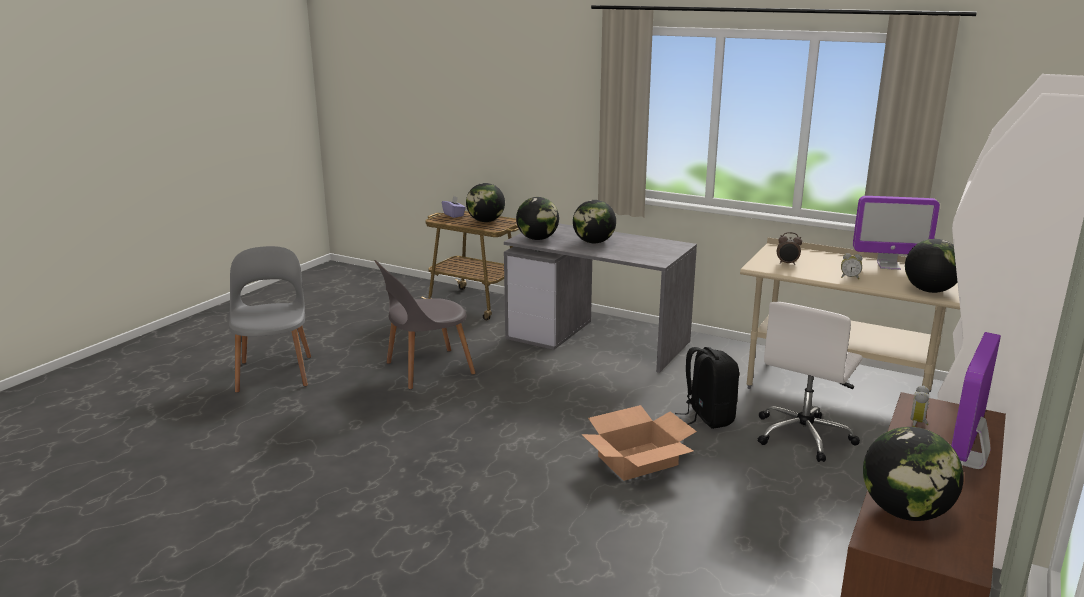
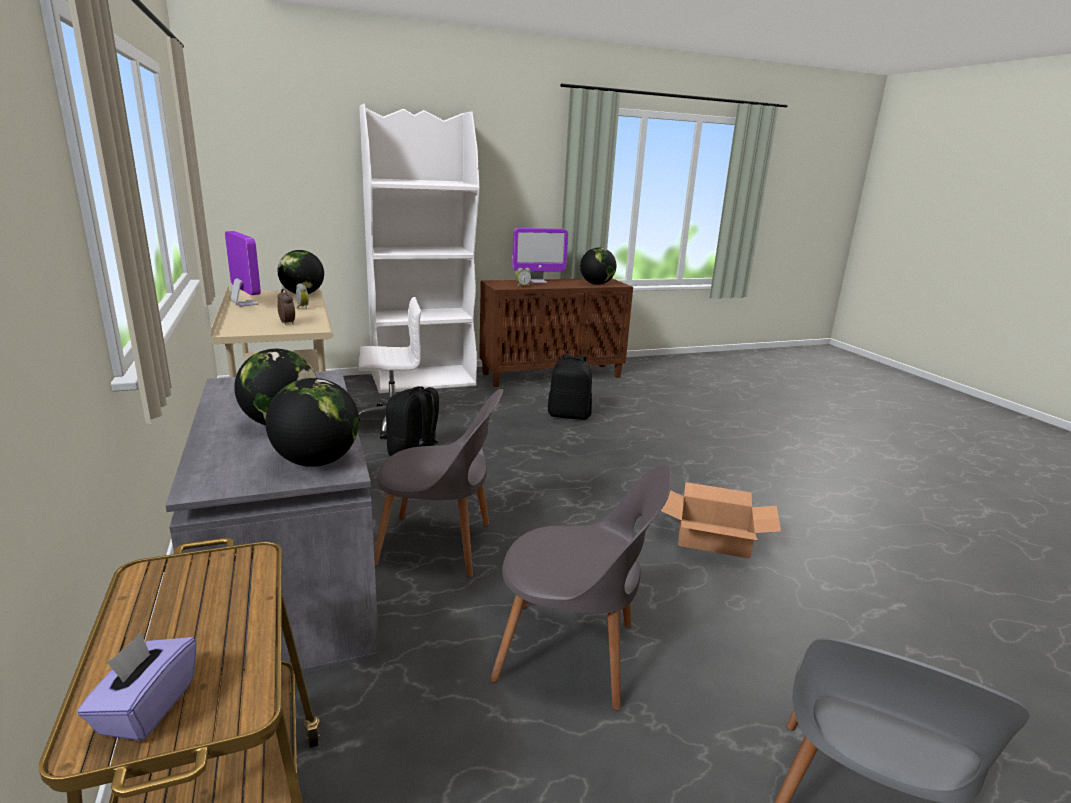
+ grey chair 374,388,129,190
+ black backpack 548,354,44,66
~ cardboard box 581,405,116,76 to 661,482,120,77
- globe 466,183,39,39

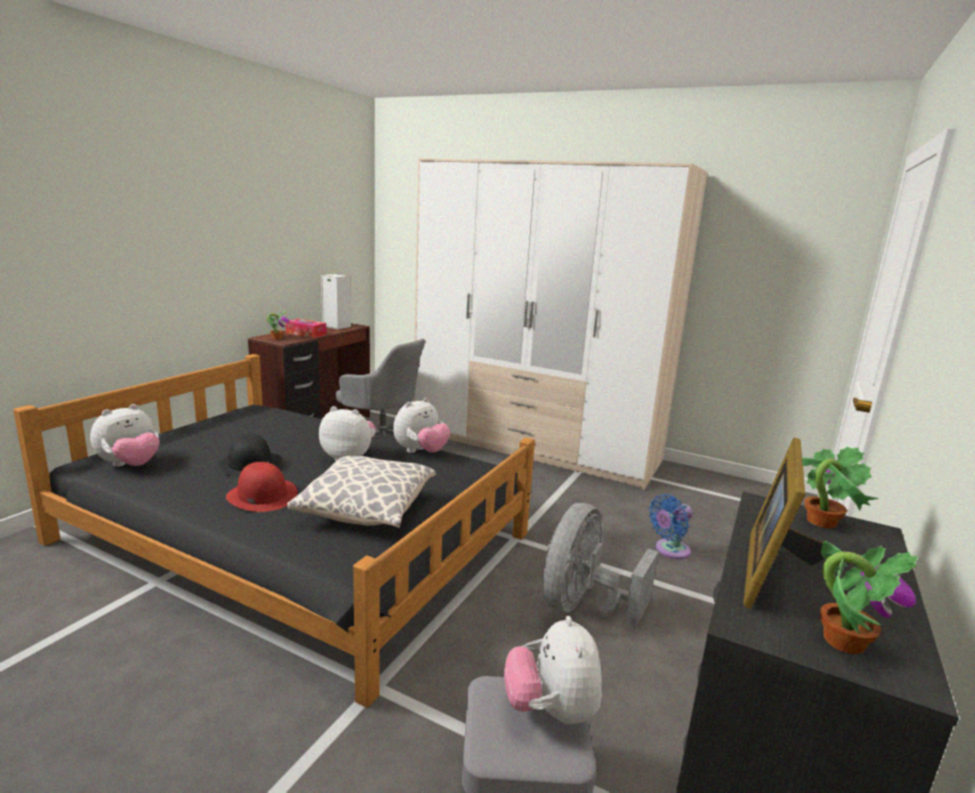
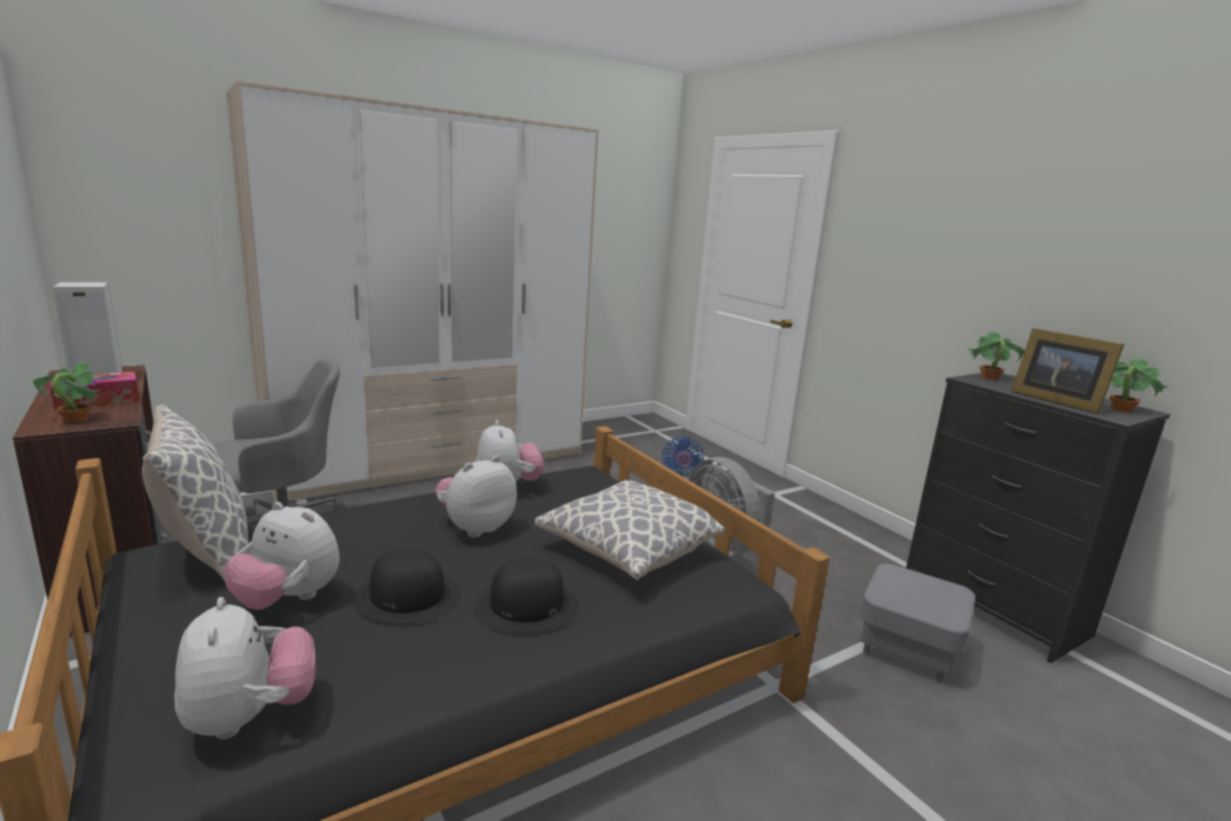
+ pillow 142,405,106,177
~ plush toy 504,616,98,109 to 224,502,116,108
~ red hat 226,462,72,50 to black hat 474,557,105,75

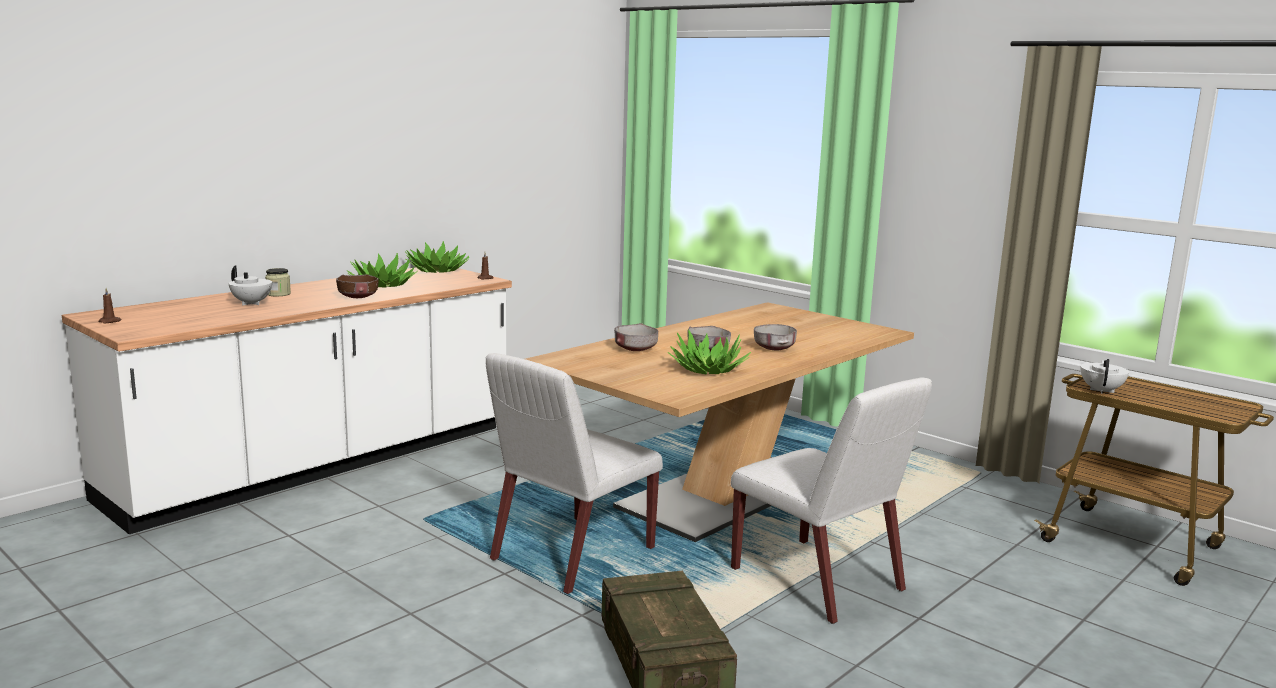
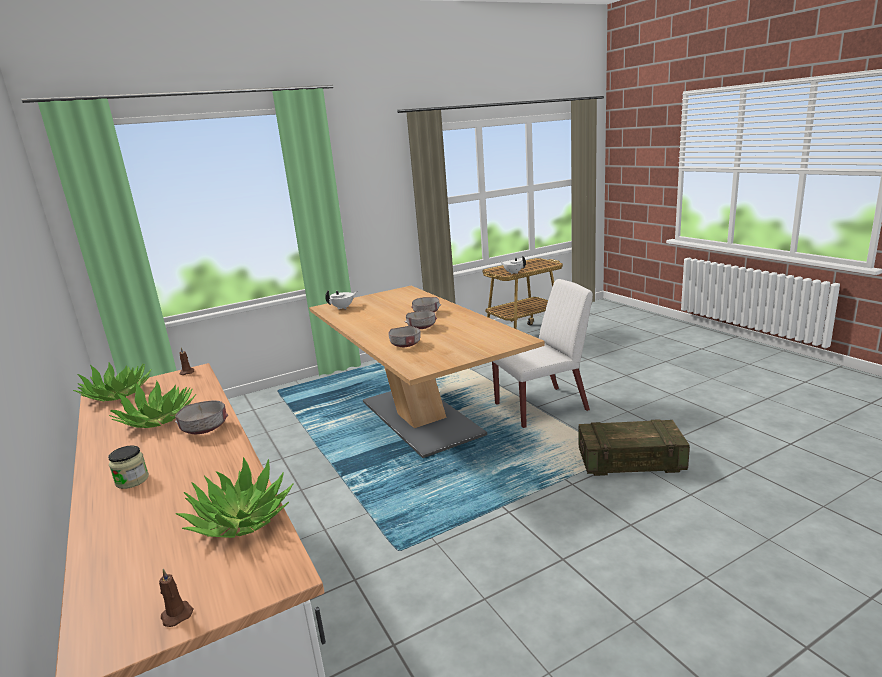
~ brown bowl 336,274,43,24 to grey bowl 175,401,53,33
~ potted plant 668,329,83,46 to 176,457,118,81
~ white teapot 229,266,43,39 to 325,290,33,19
- white chair 485,353,178,241

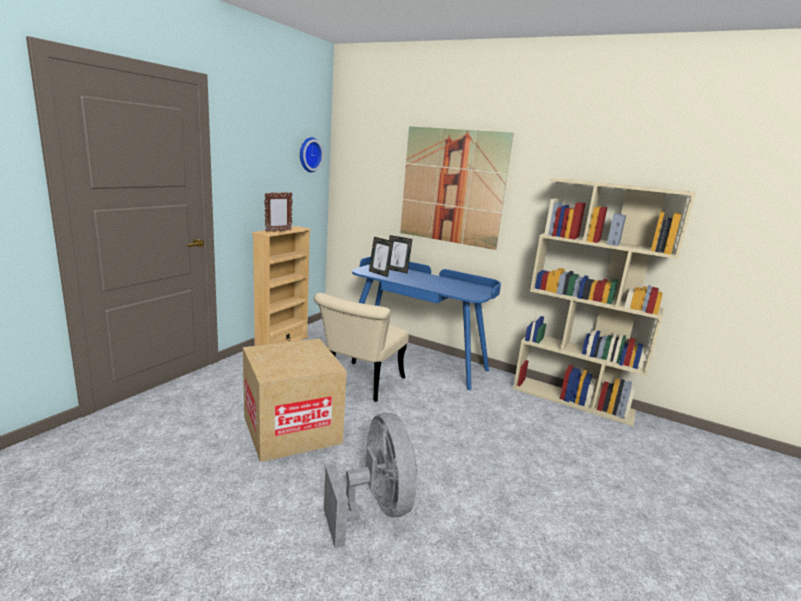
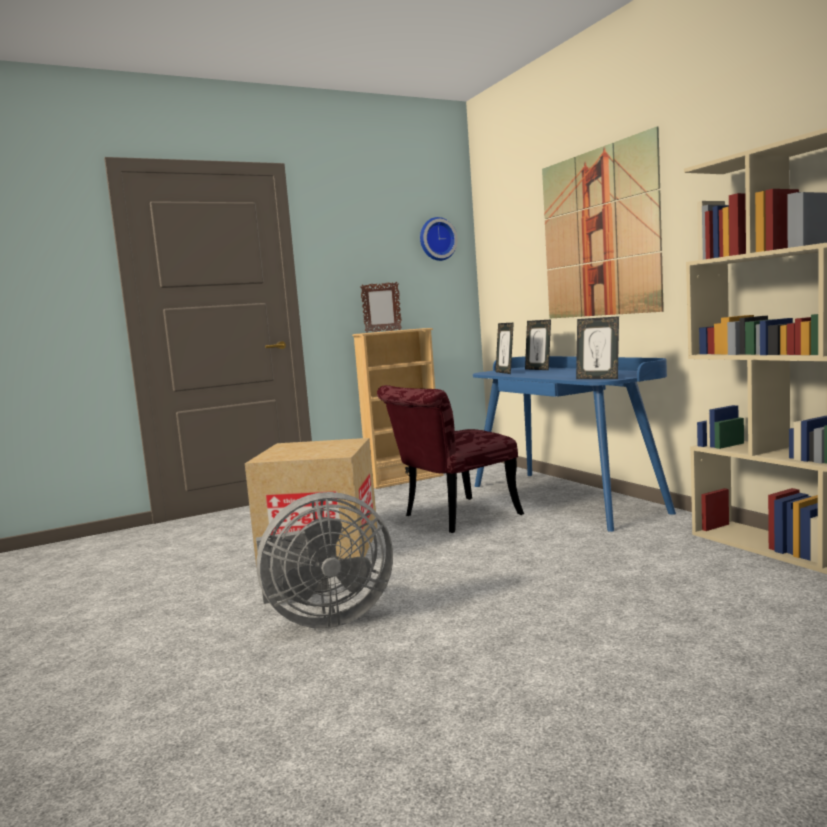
~ grey fan 324,413,93,135 = 256,492,137,137 60 degrees clockwise
~ beige chair 314,293,95,109 to red chair 377,385,147,148
+ picture frame 576,316,43,63

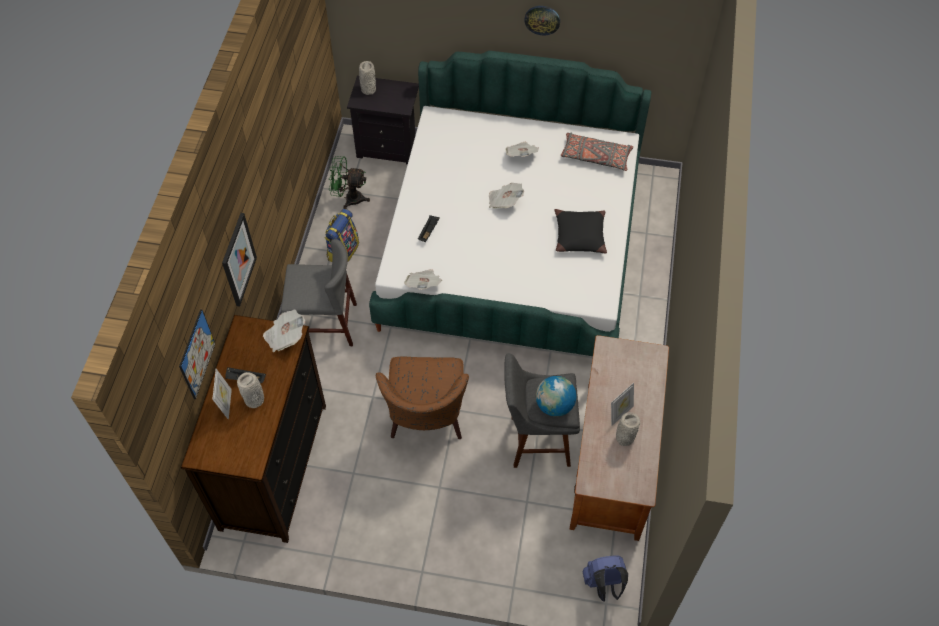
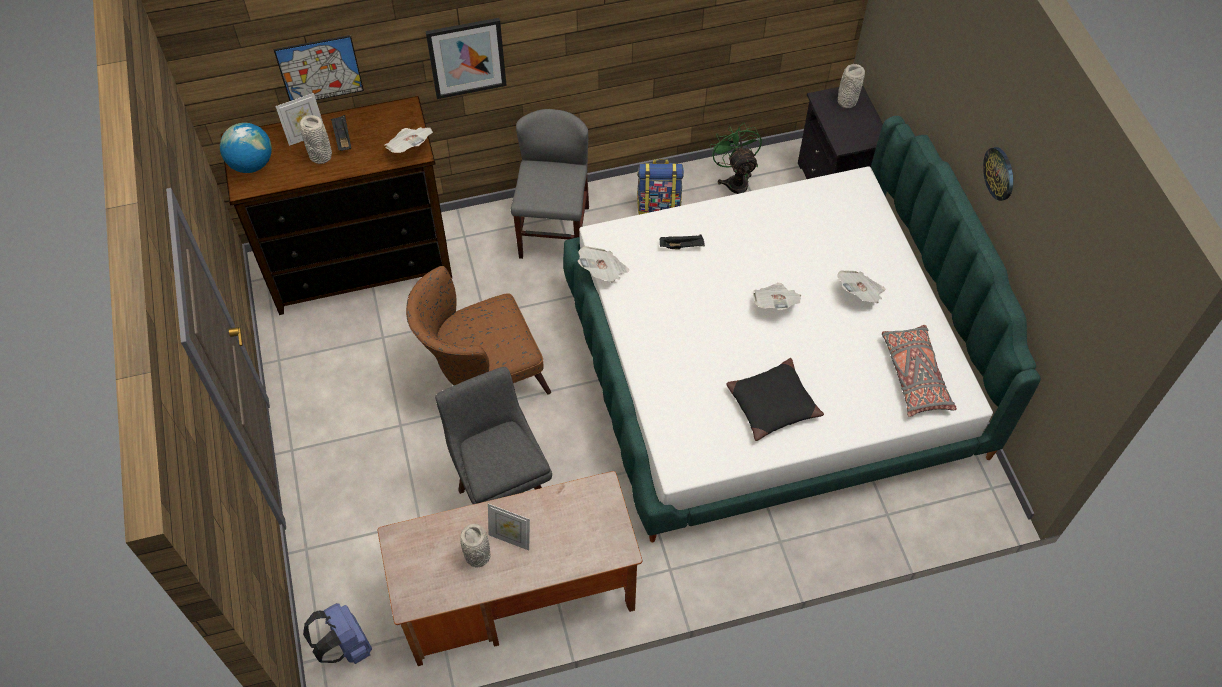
~ globe 536,376,41,41 to 220,123,52,50
~ grey chair 281,239,76,107 = 511,109,78,150 150 degrees counterclockwise

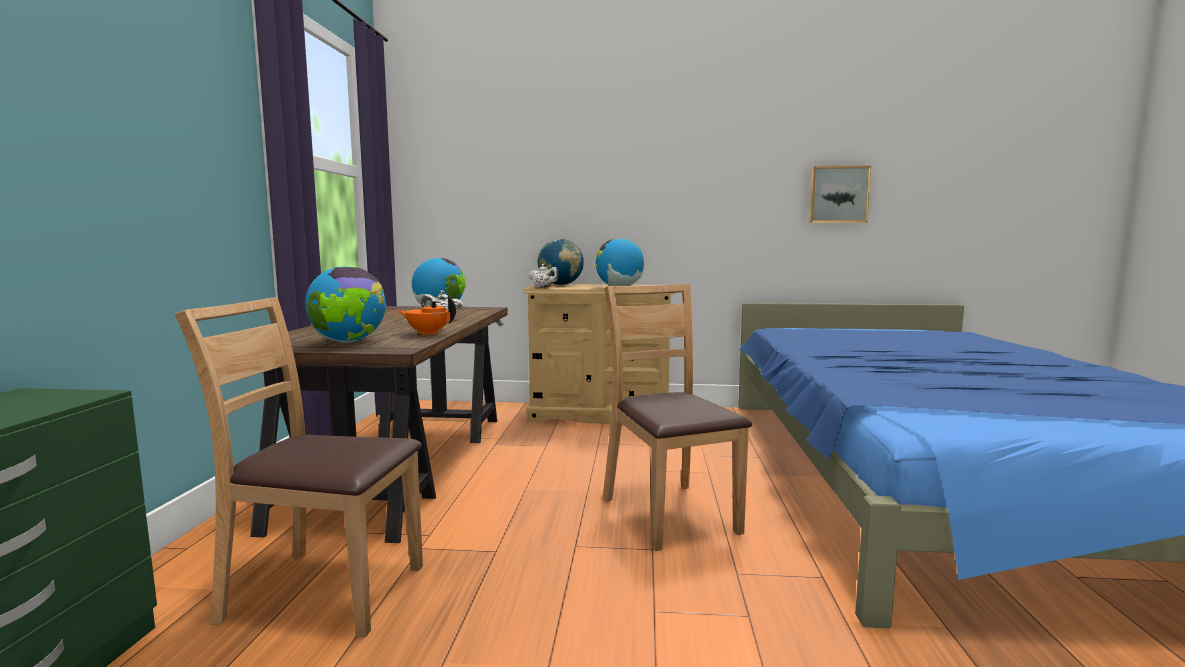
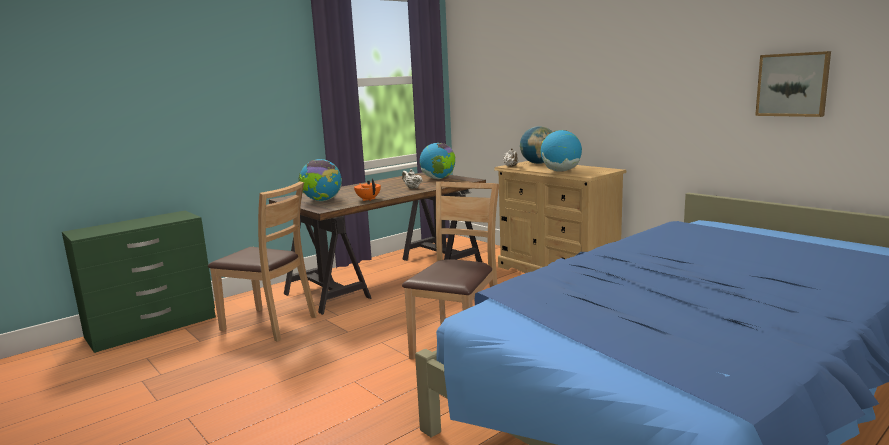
~ brown chair 175,297,248,340 = 208,181,109,161 150 degrees clockwise

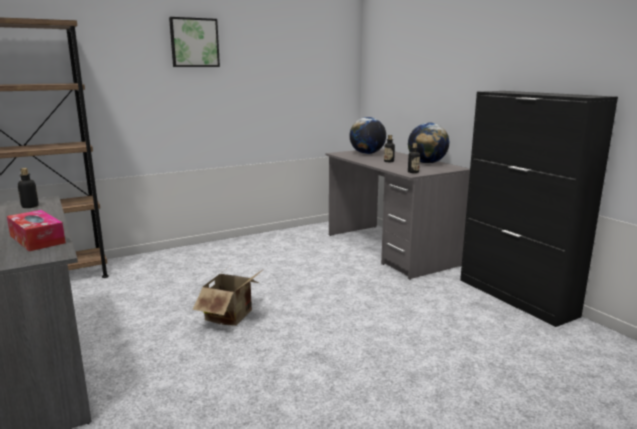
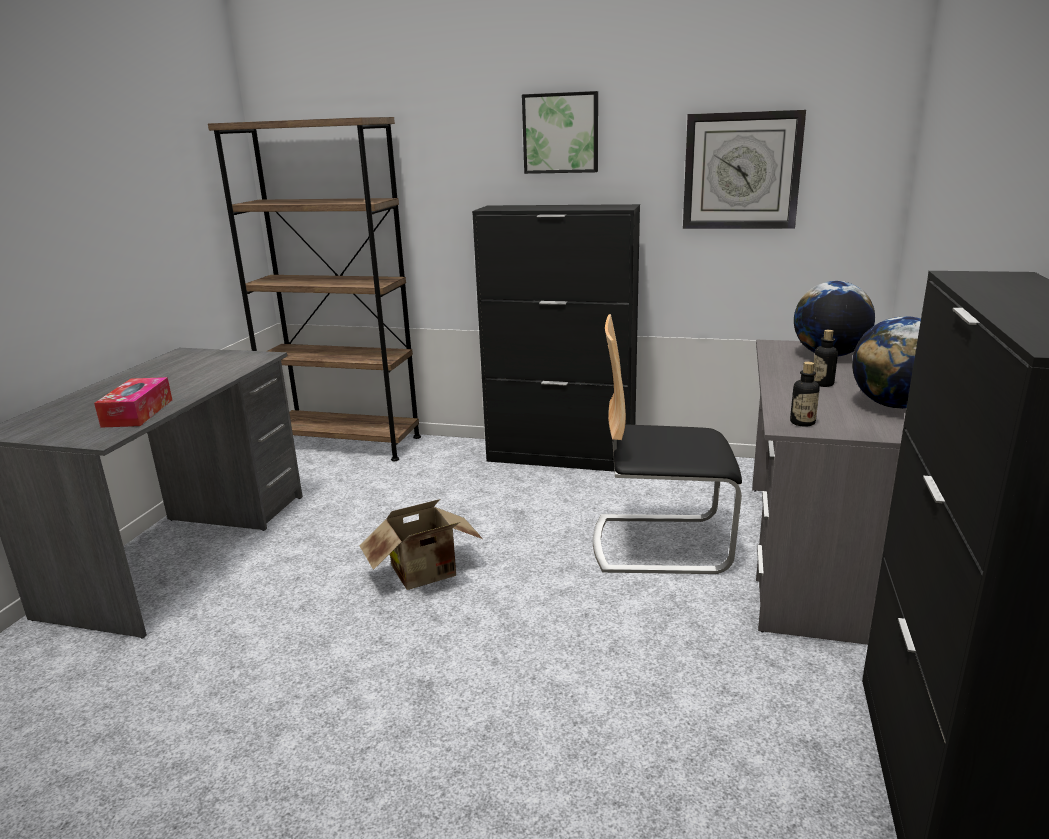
+ black cabinet 472,204,168,268
+ chair 593,314,149,260
+ wall clock 683,110,123,119
- bottle 18,168,21,40

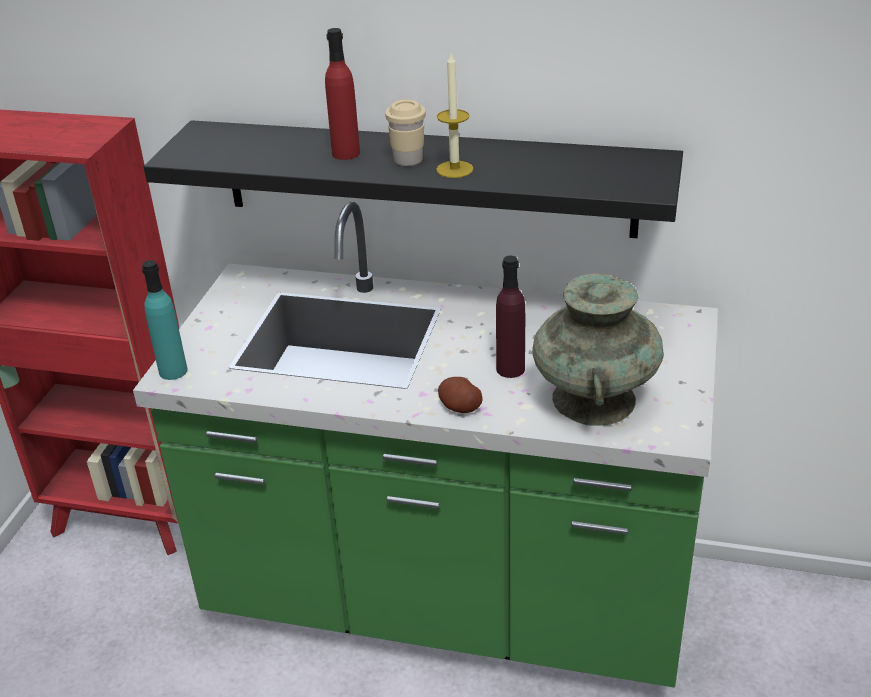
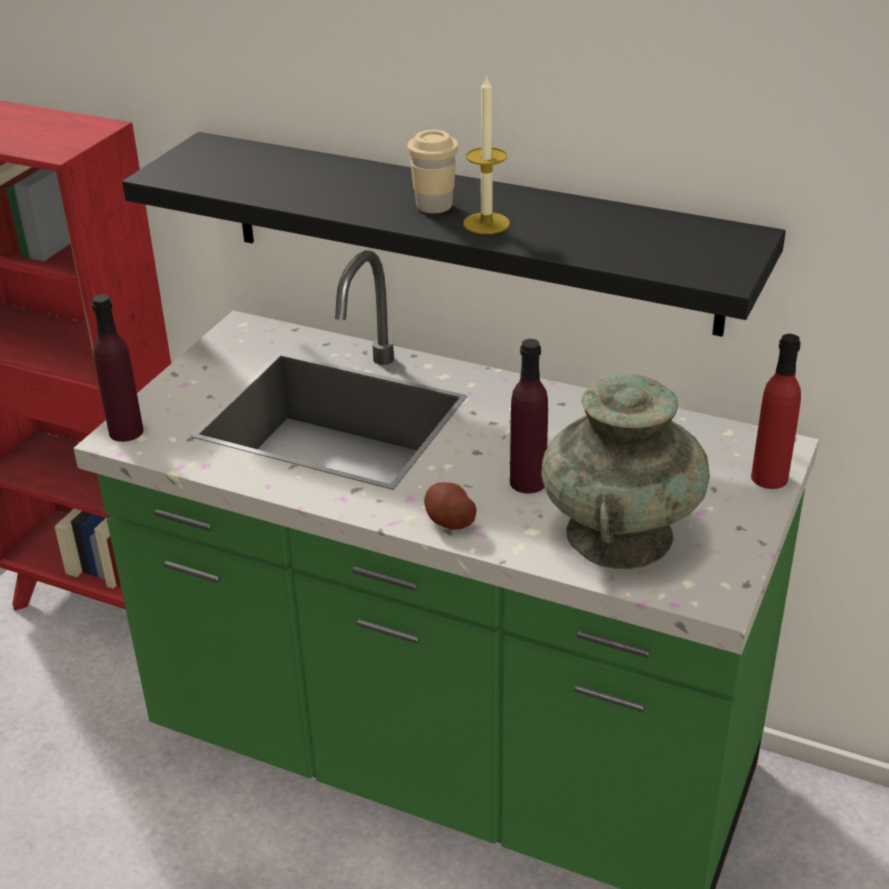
~ turquoise bottle 142,260,46,120 to purple bottle 92,294,51,148
~ red bottle 325,28,35,132 to 751,334,50,155

